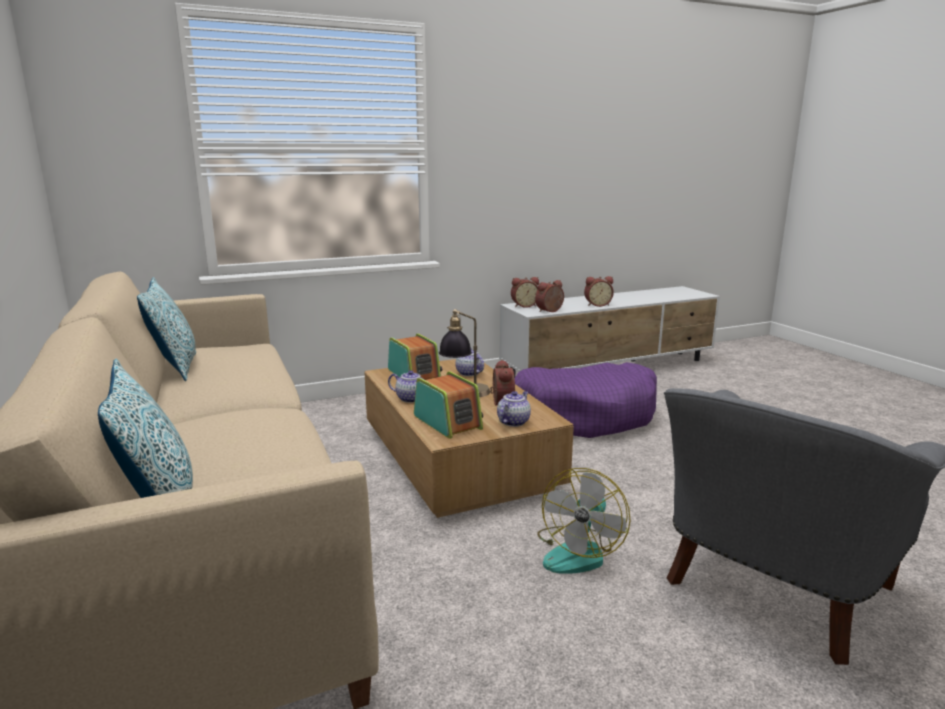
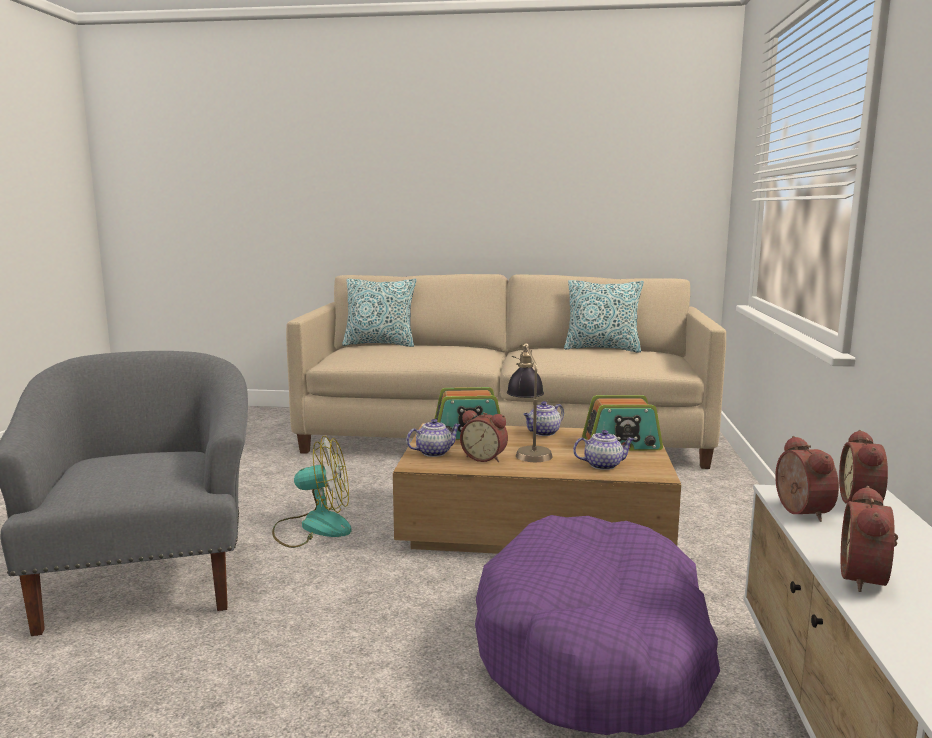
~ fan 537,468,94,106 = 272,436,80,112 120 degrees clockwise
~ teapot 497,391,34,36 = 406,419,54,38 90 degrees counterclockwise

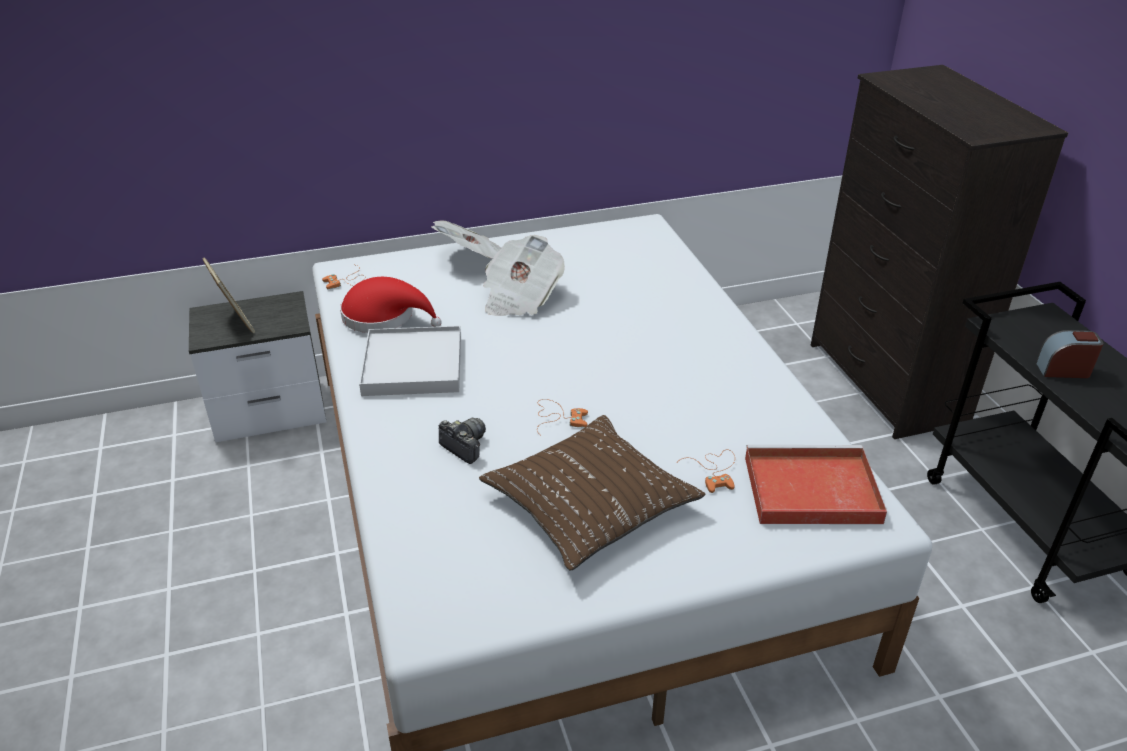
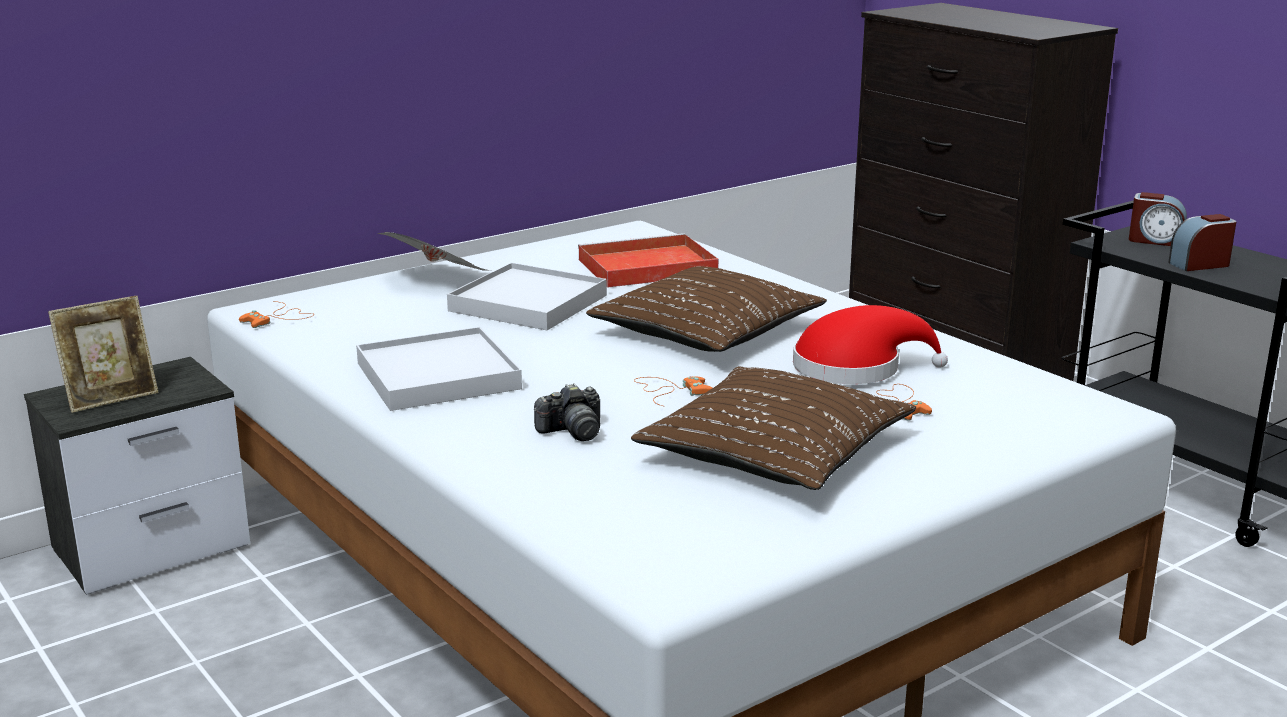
~ picture frame 203,258,52,75 = 48,296,111,117 105 degrees clockwise
~ newspaper 483,235,82,81 to white tray 447,263,160,67
~ photo camera 439,418,47,46 = 534,383,66,58 135 degrees clockwise
~ red tray 745,445,142,79 to 578,233,141,55
+ brown pillow 586,266,241,86
~ red hat 340,277,102,56 to 793,305,155,79
+ alarm clock 1129,192,58,54

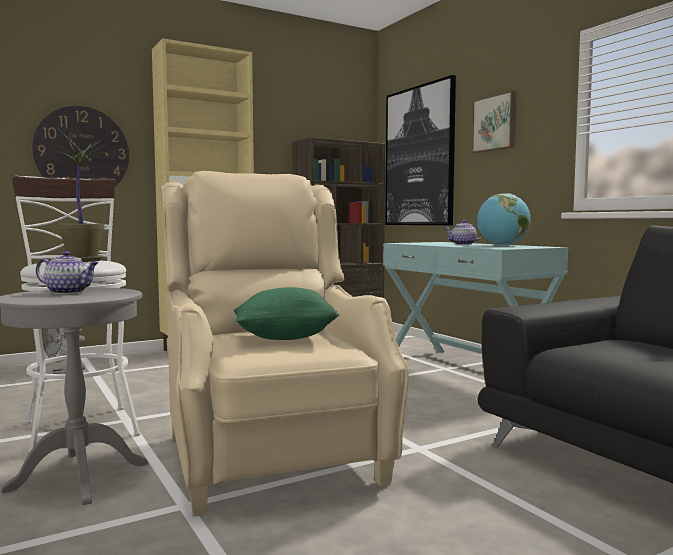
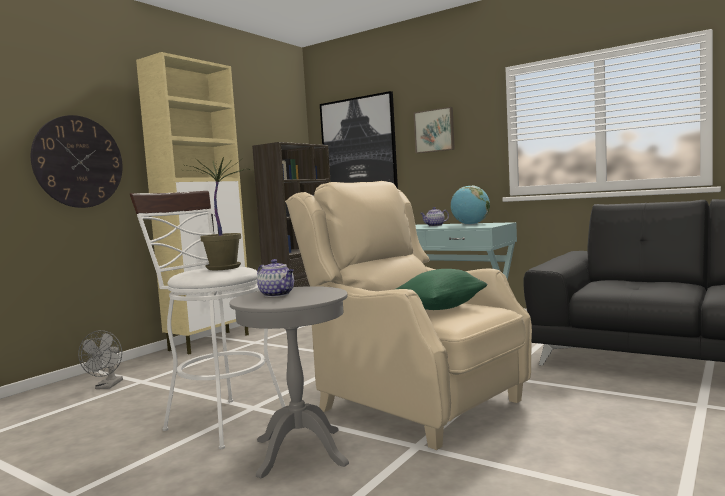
~ teapot 36,251,62,43 = 257,259,37,38 60 degrees clockwise

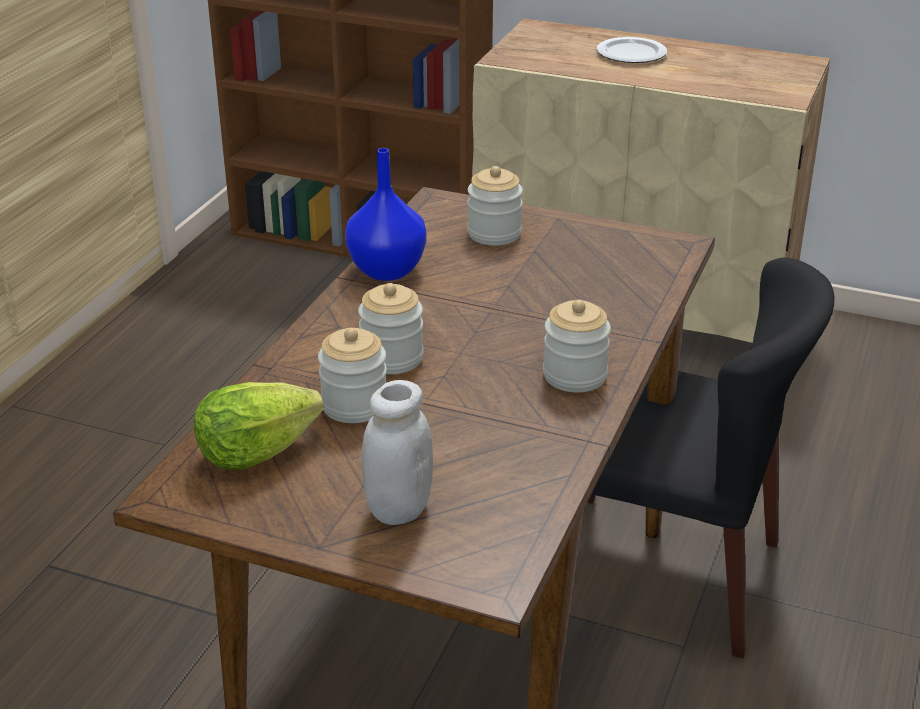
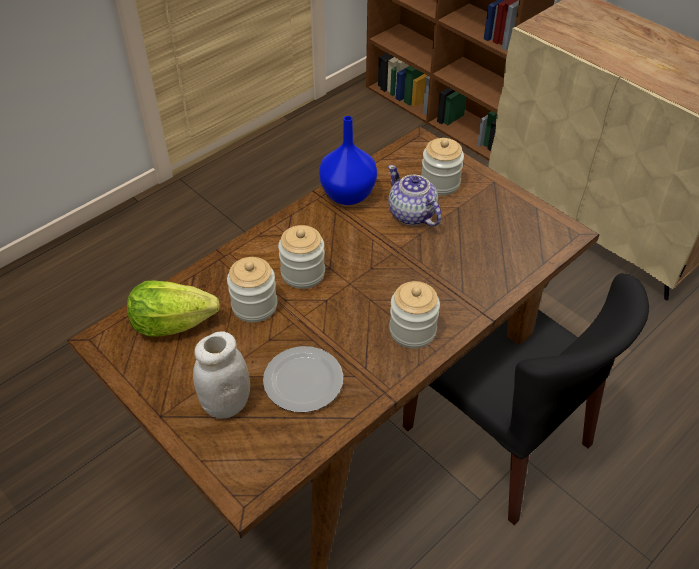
~ plate 597,37,70,26 to 263,346,80,66
+ teapot 388,165,54,61

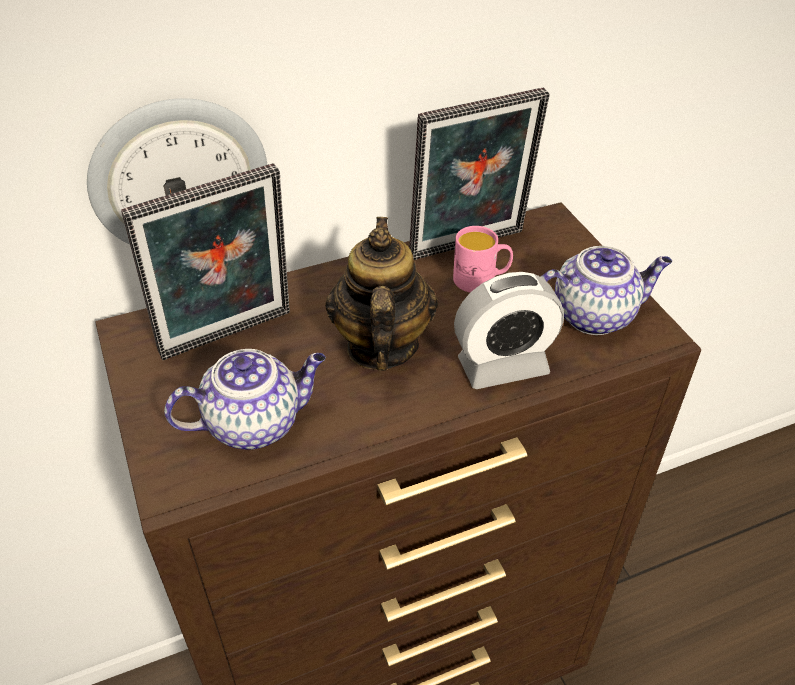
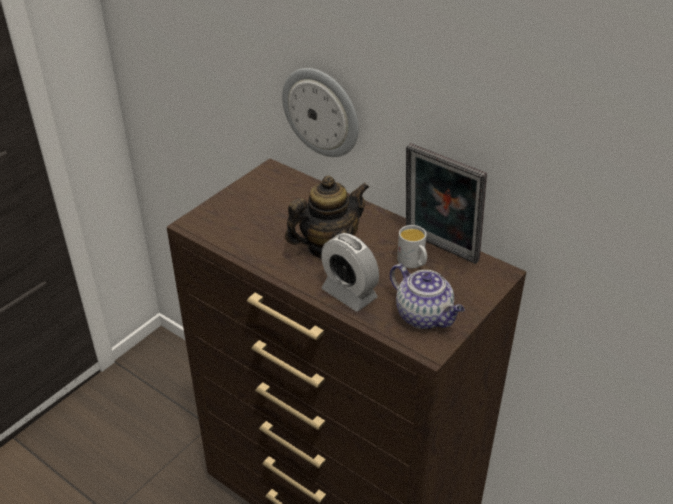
~ pink mug 453,226,60,66 to white mug 397,225,30,43
- picture frame 121,163,169,197
- teapot 164,349,162,101

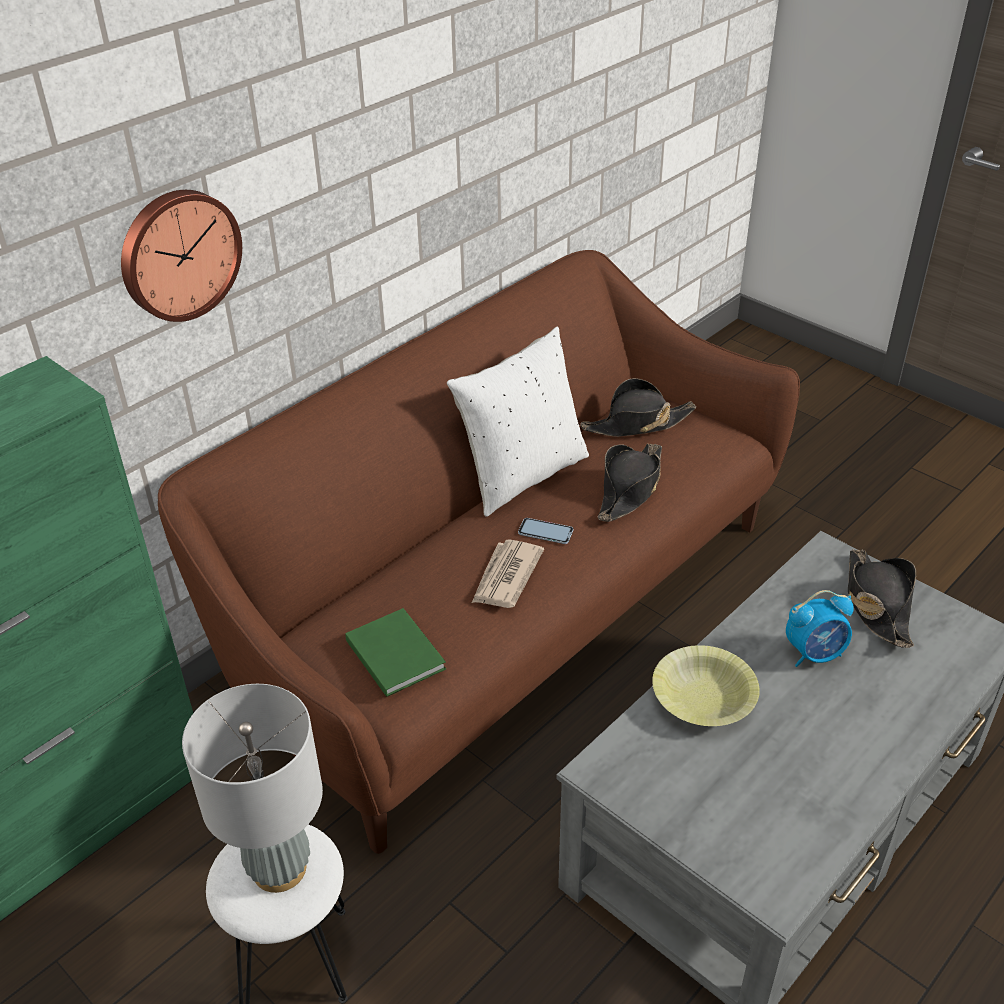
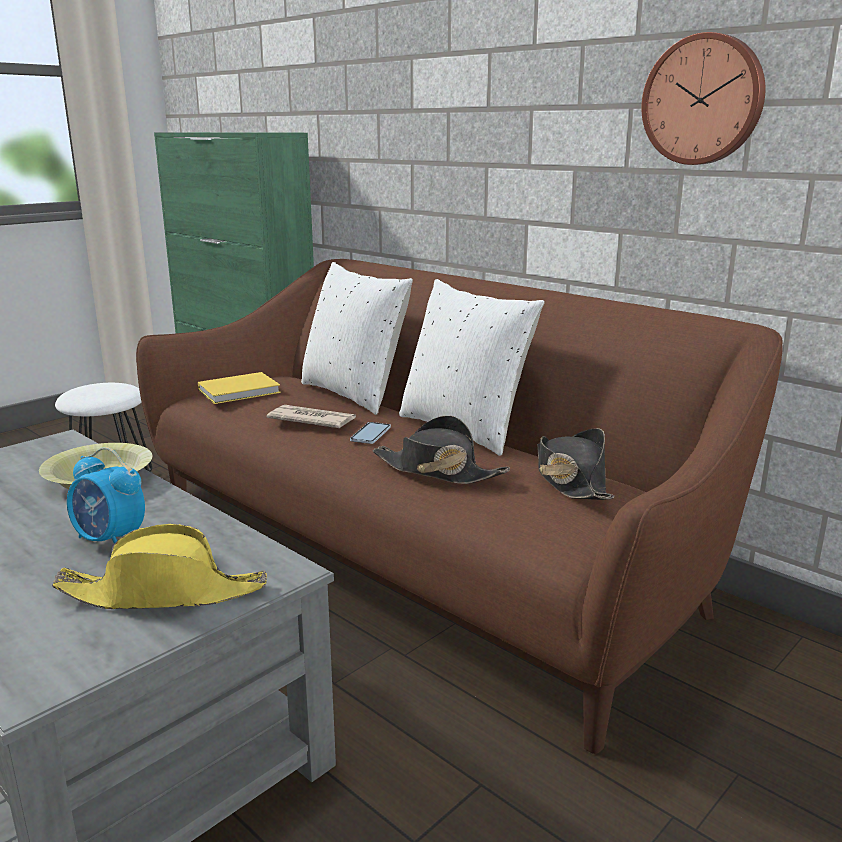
~ black hat 848,549,68,99 to yellow hat 52,524,215,85
~ alarm clock 786,590,68,77 = 67,447,78,97 45 degrees counterclockwise
~ green book 345,608,101,89 to yellow book 198,372,83,32
+ white pillow 301,262,112,153
~ wall clock 121,190,121,132 to 641,32,124,133
- grey table lamp 182,684,141,209

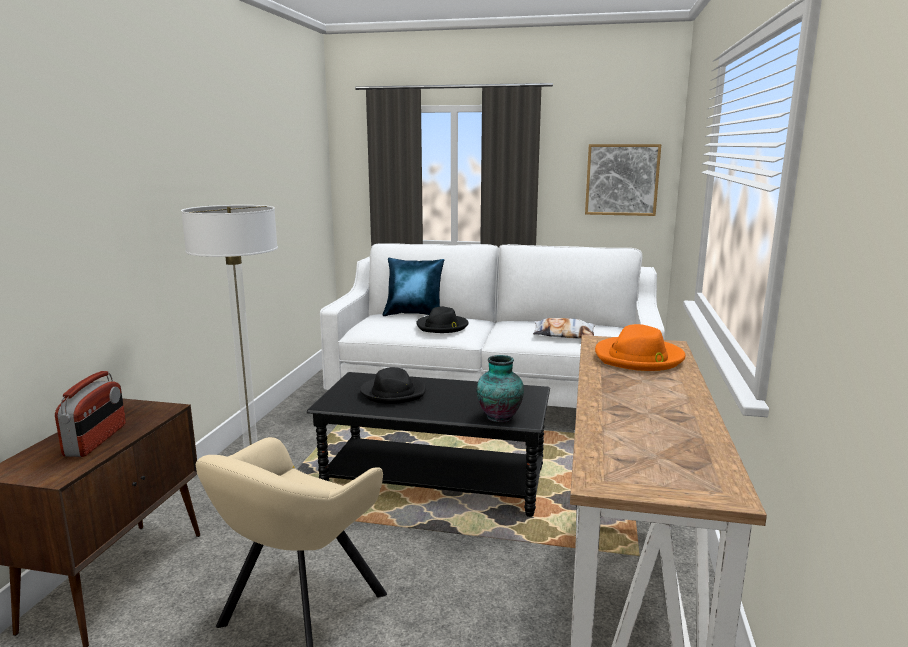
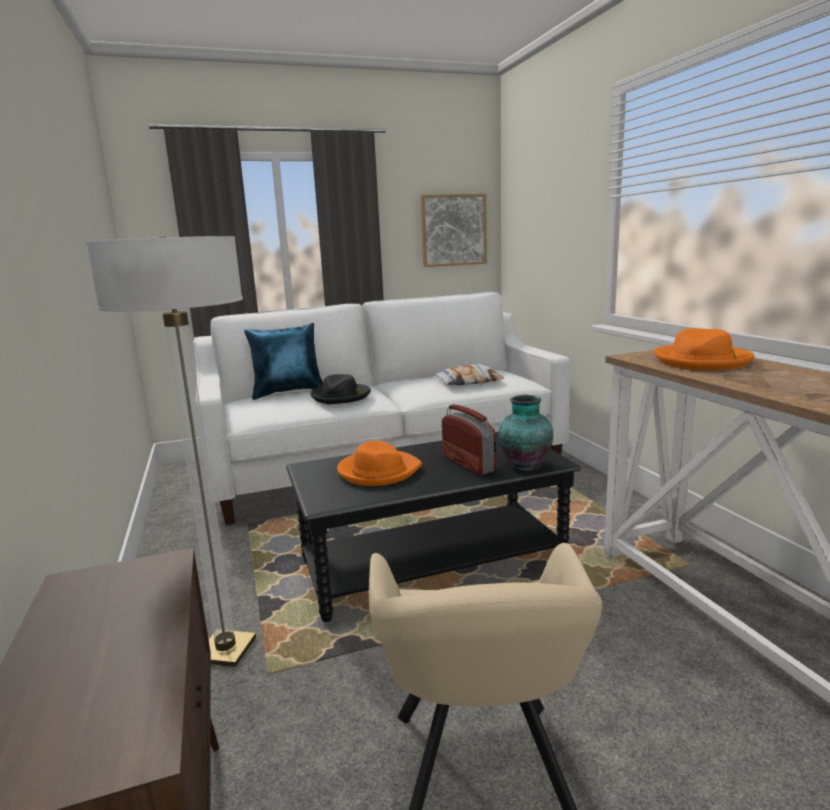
~ black hat 360,367,66,37 to orange hat 337,441,85,45
~ radio 55,371,71,86 to 442,404,54,71

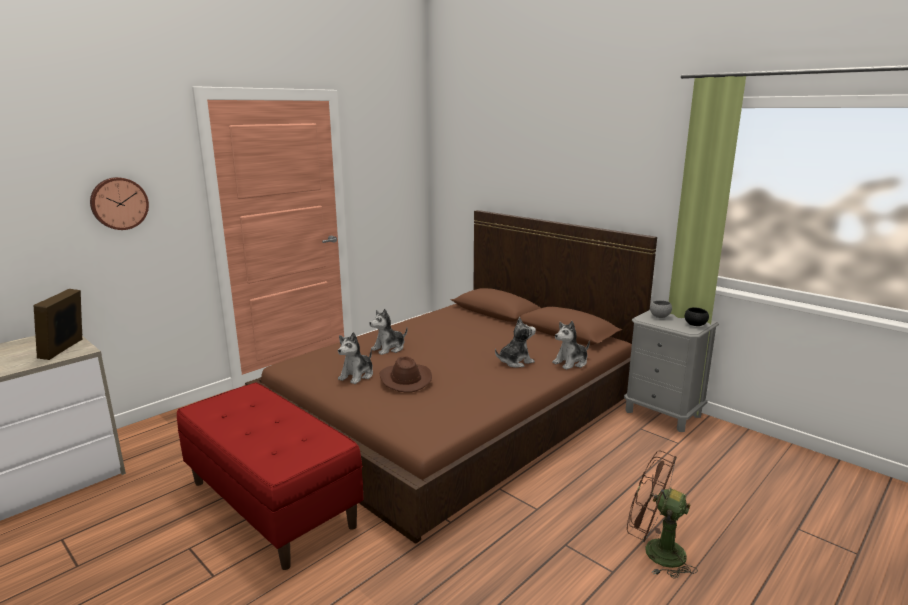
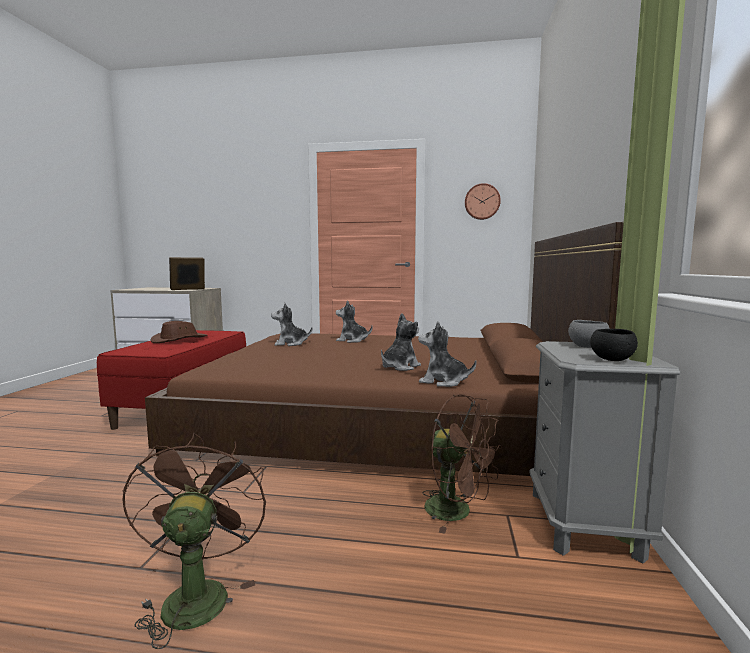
~ brown hat 380,356,52,37 to 151,321,57,22
~ plush toy 495,317,41,51 = 381,313,40,58 75 degrees counterclockwise
+ brown fan 423,394,79,140
~ wall clock 90,177,59,53 to 465,183,36,37

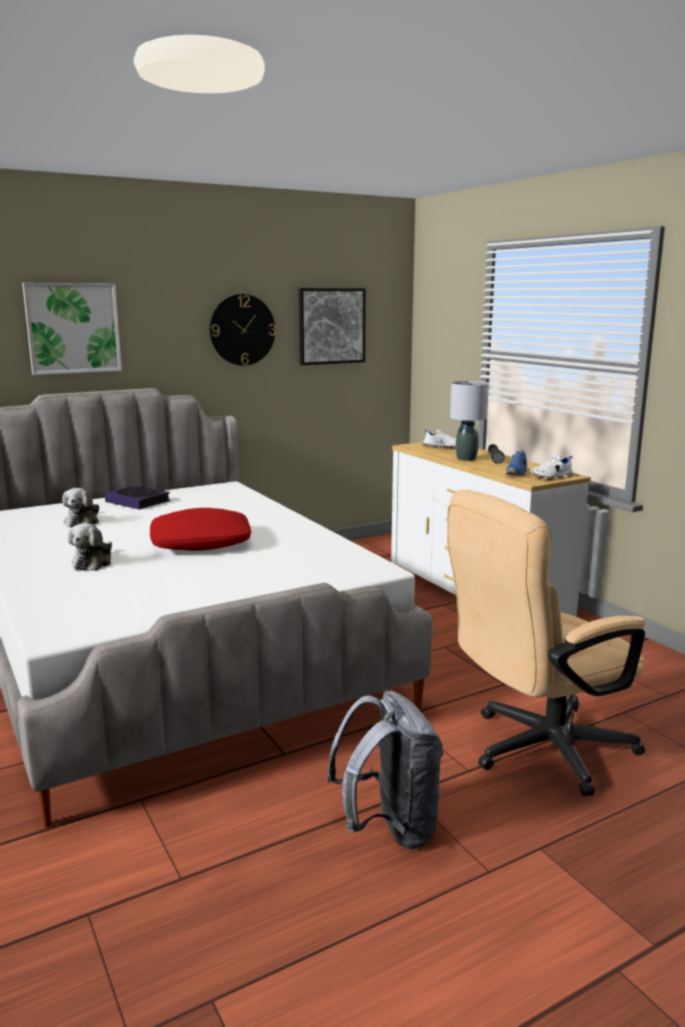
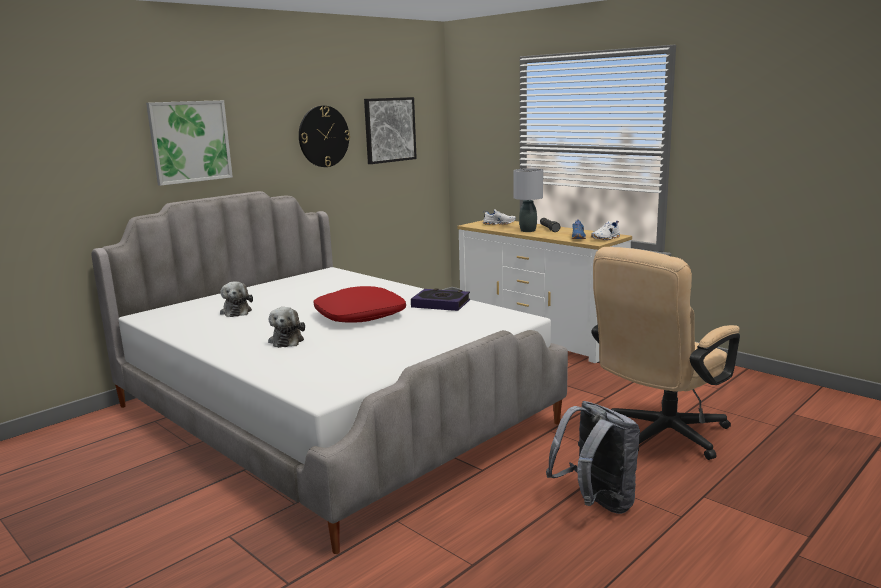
~ book 105,485,65,25 to 411,288,59,23

